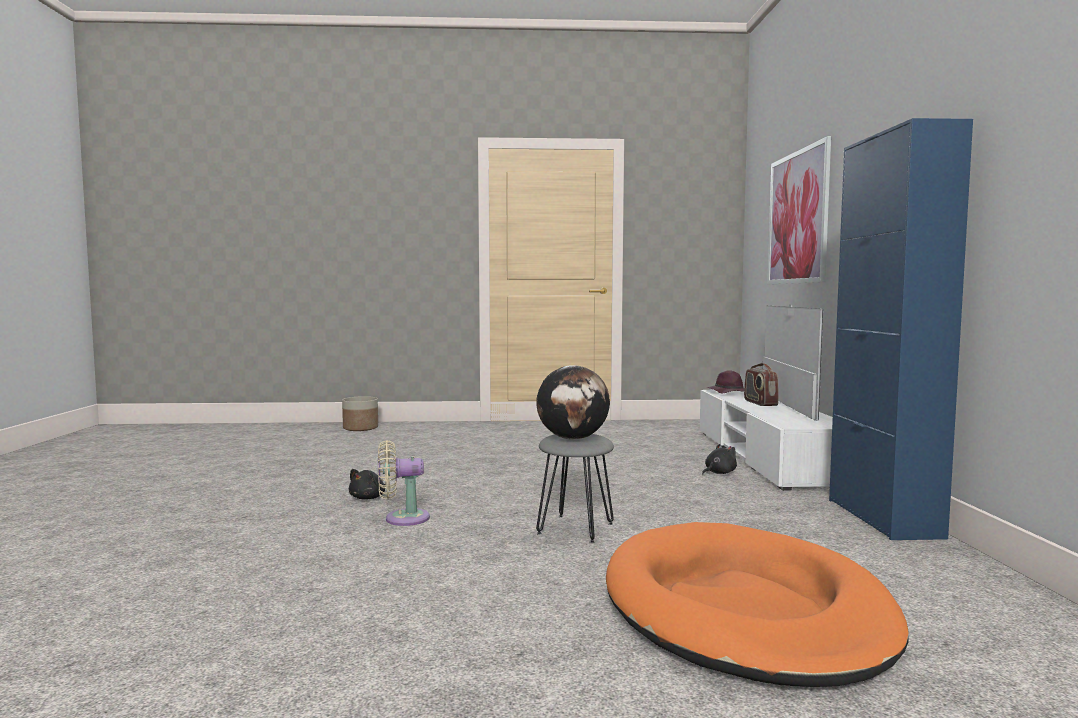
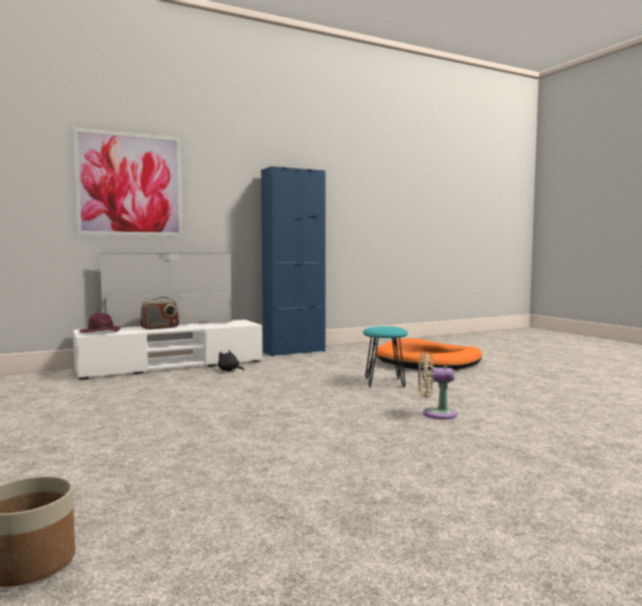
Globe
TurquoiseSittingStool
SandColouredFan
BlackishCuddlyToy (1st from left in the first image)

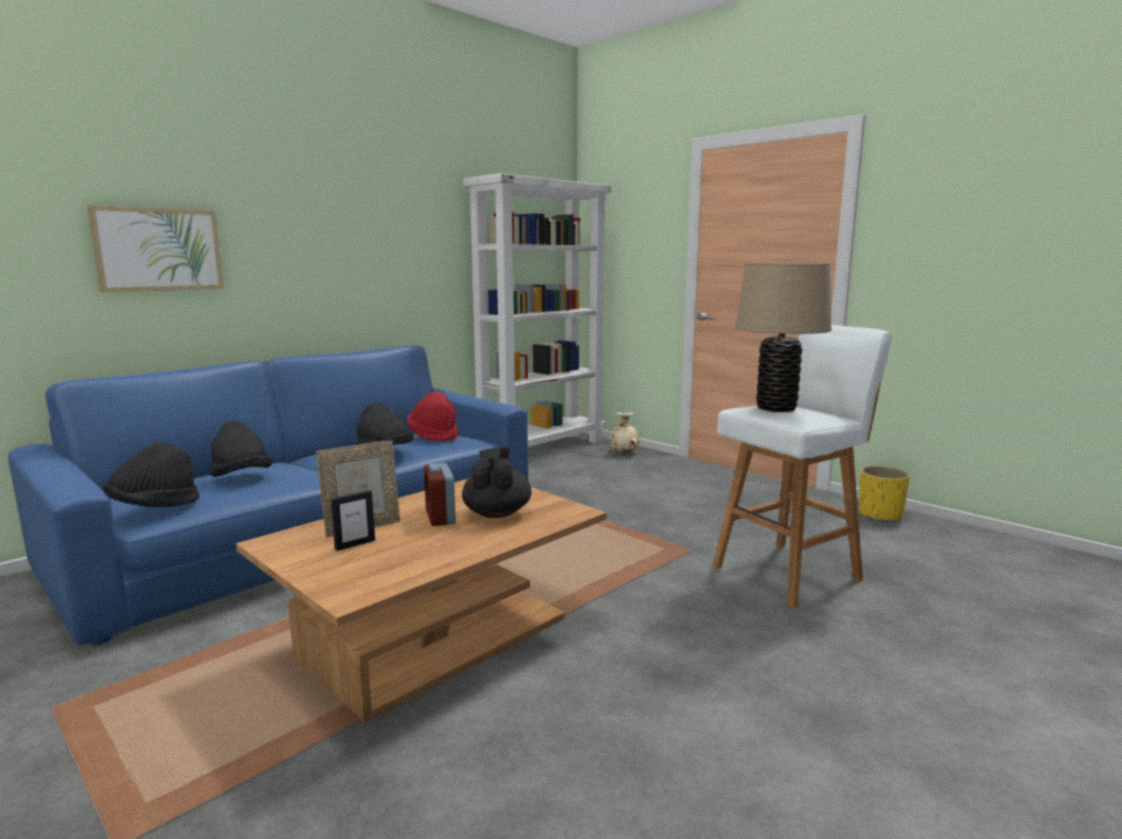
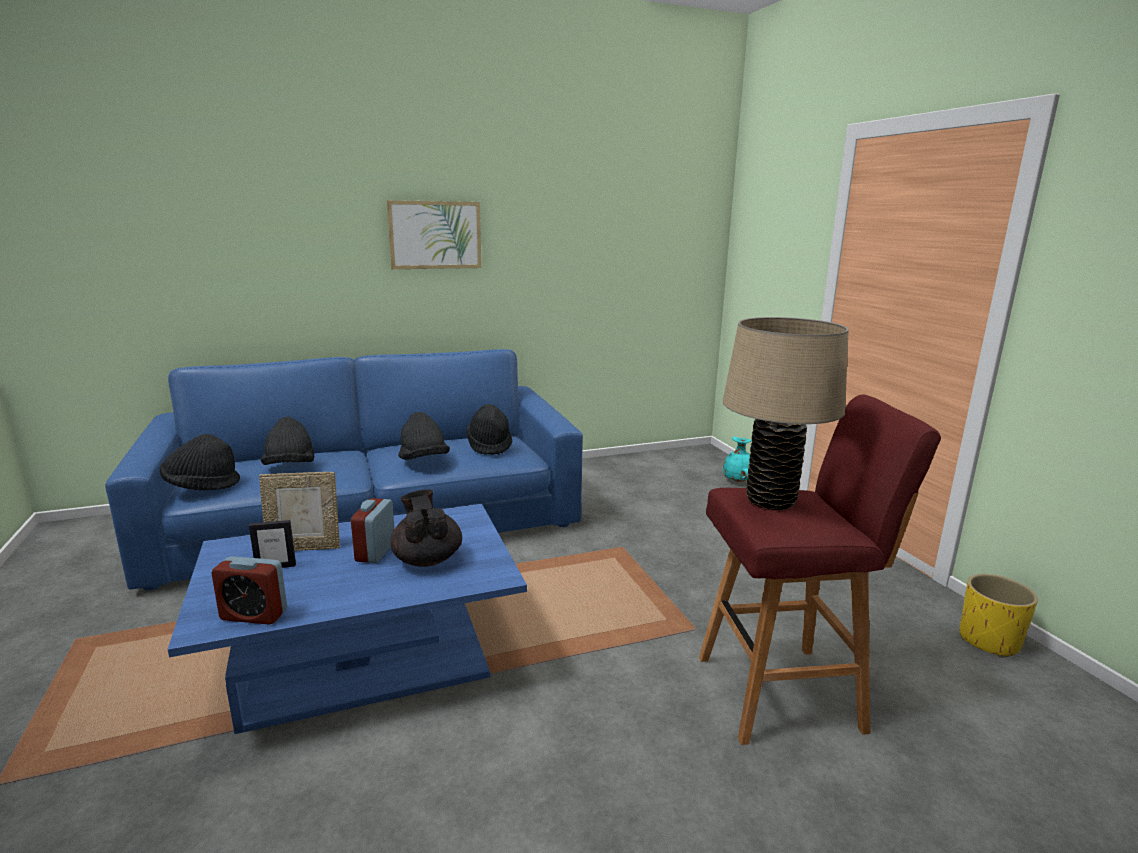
WhiteColouredBookcase
Picture
ReddishSittingStool
BlackishClothingHat (4th from left)
TurquoiseFlowerVase
BlackishTeaPot
BlueCoffeeTable
BedsideClock (1st from left)

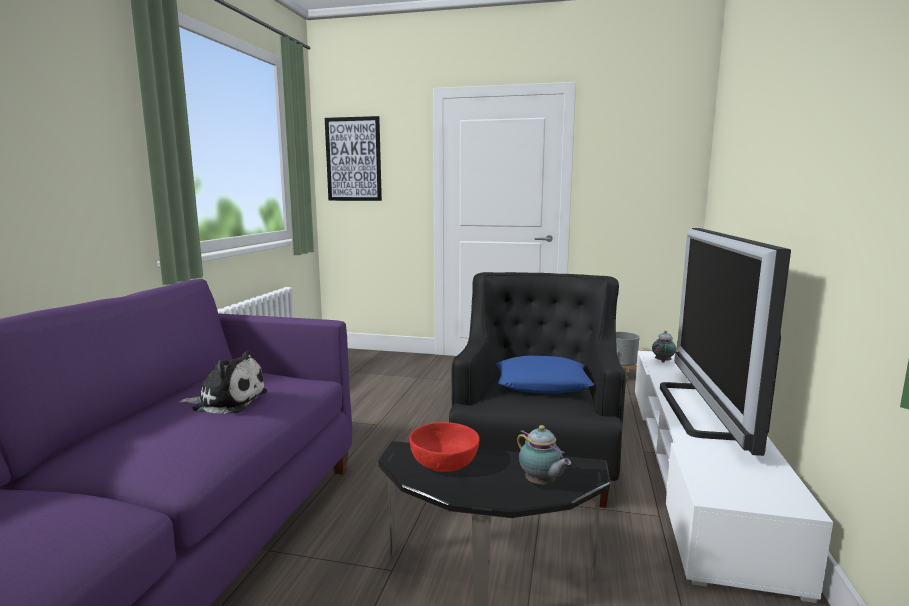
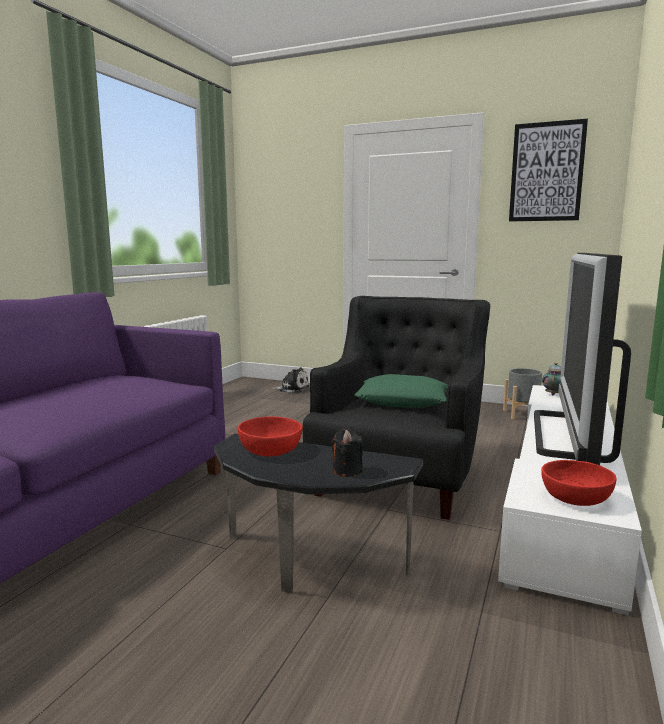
Picture
CuddlyToy
GreenishThrowPillow
BlackishWaxLight
ReddishDeepDish (2nd from left)

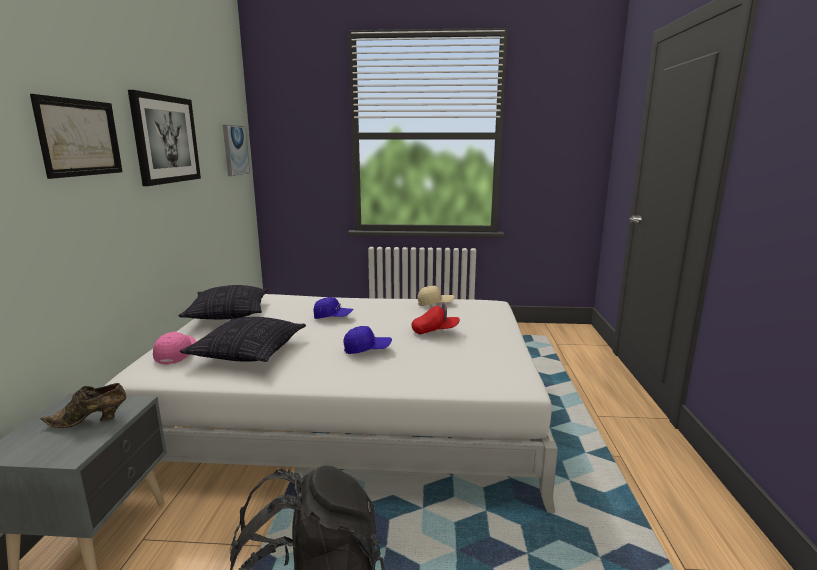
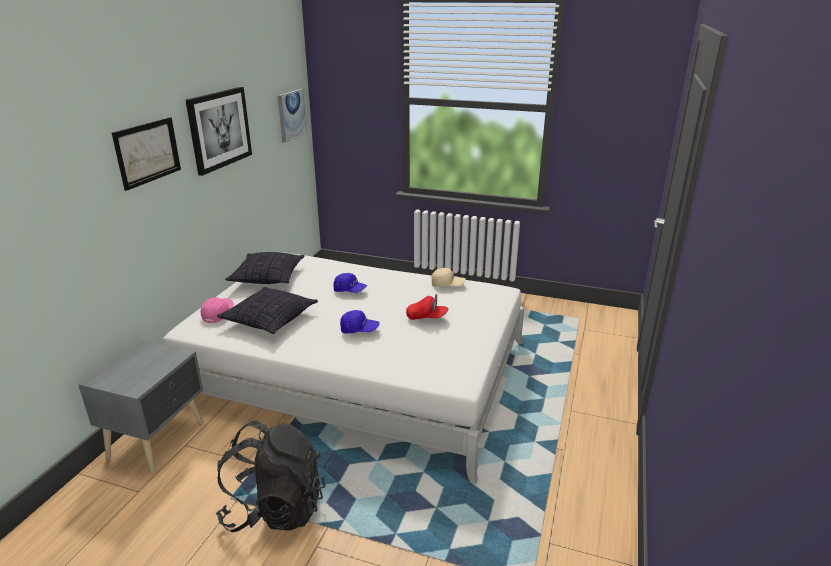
BrownColouredItemOfFootwear

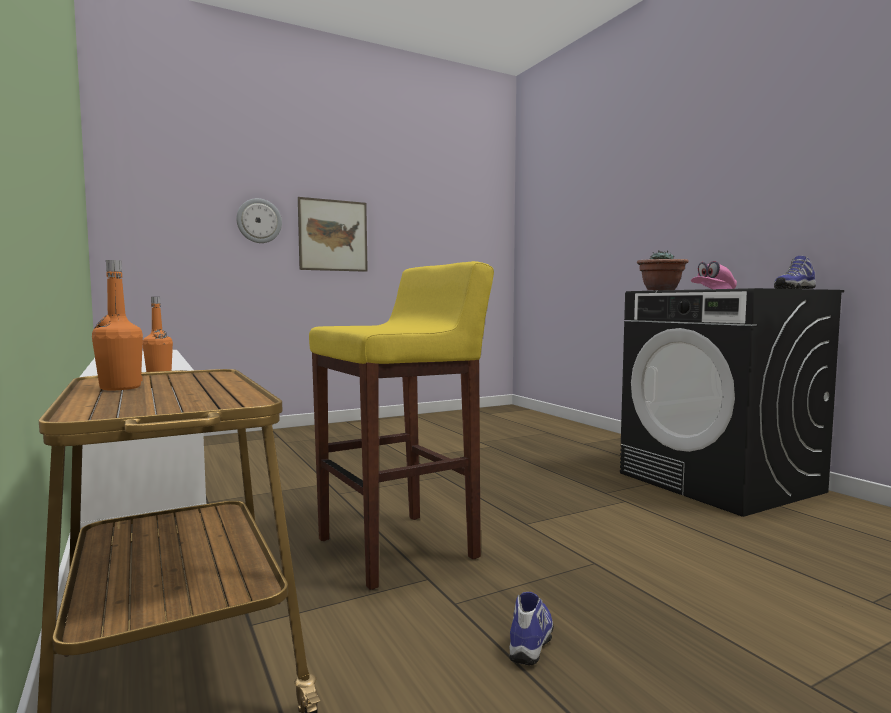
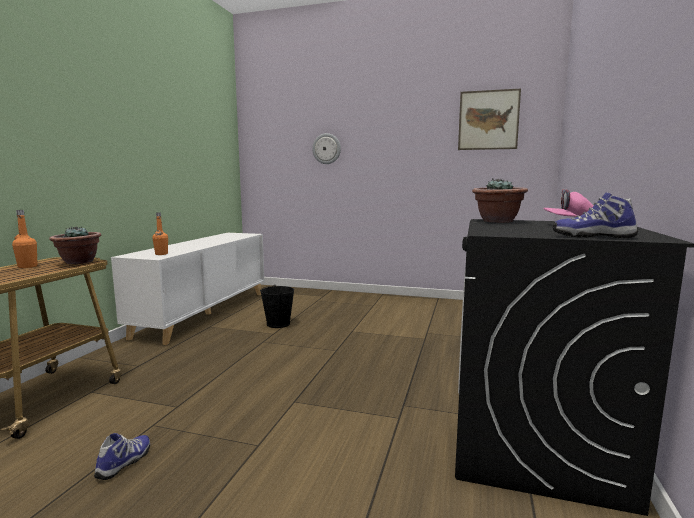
Picture
YellowishSittingStool
ItemOfFootwear (1st from left)
Houseplant (1st from left)
BlackishWaterBucket

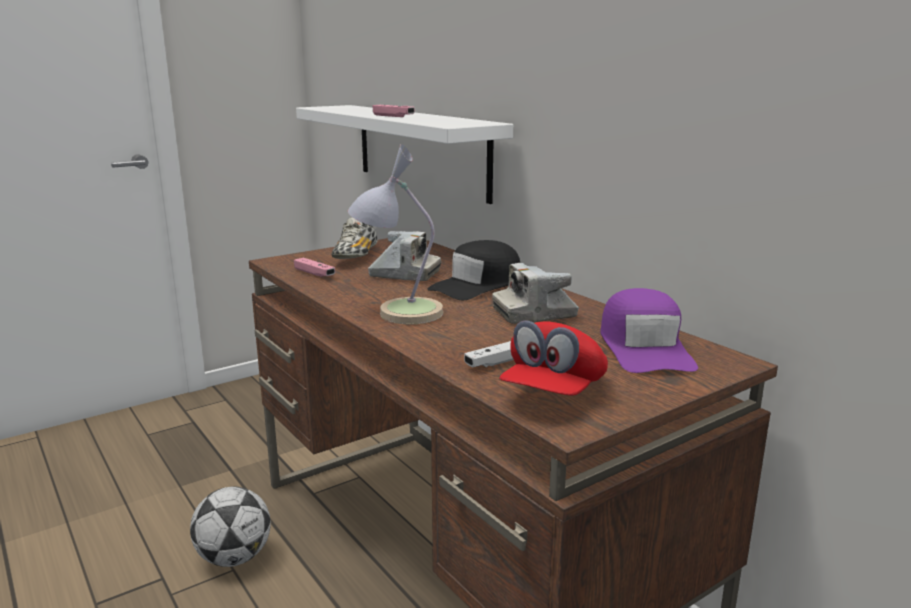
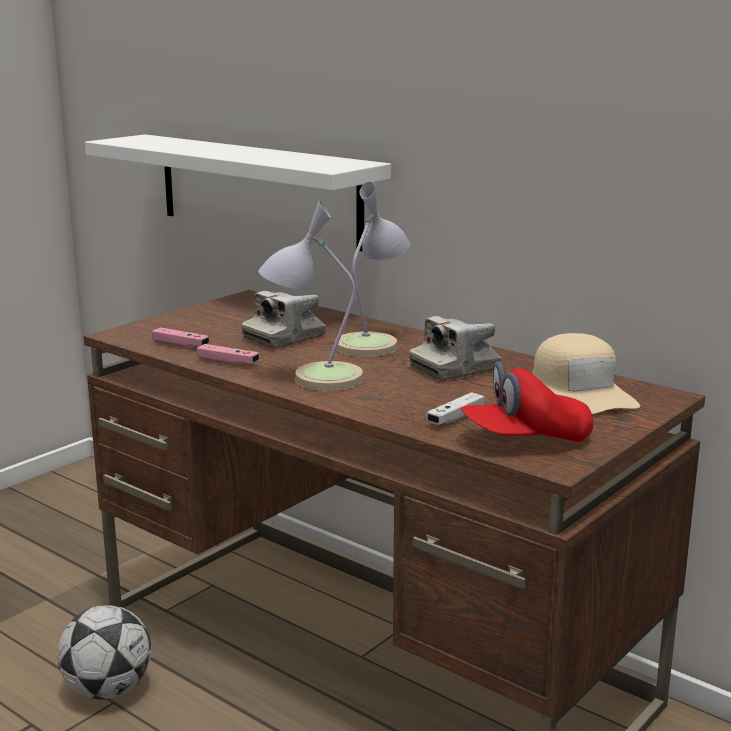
PinkishGamepad (2nd from left)
ItemOfFootwear
StillCamera (1st from left)
TableLamp (2nd from left)
SandColouredBaseballCap
ReddishBaseballCap

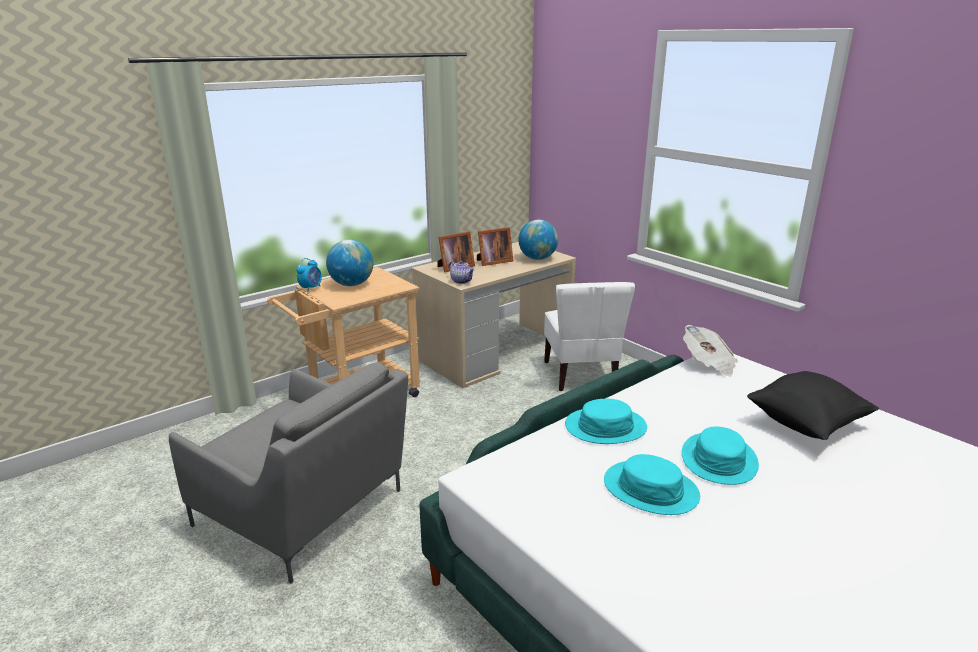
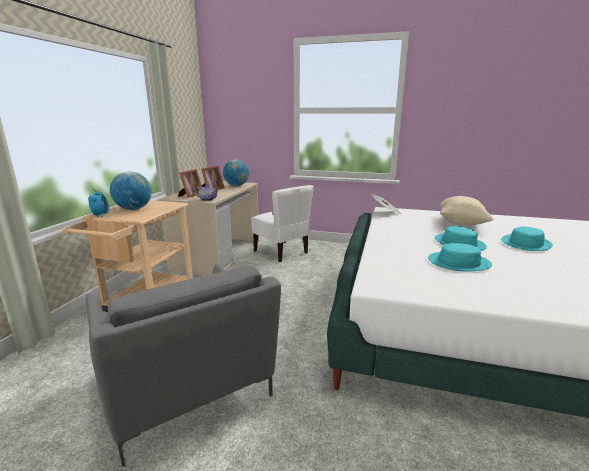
GreyishEasyChair
SandColouredThrowPillow
TurquoiseClothingHat (3rd from left)

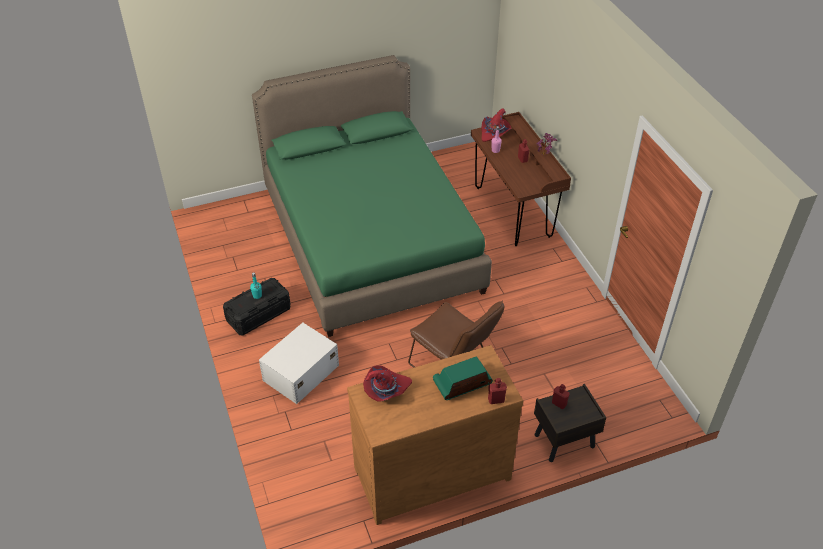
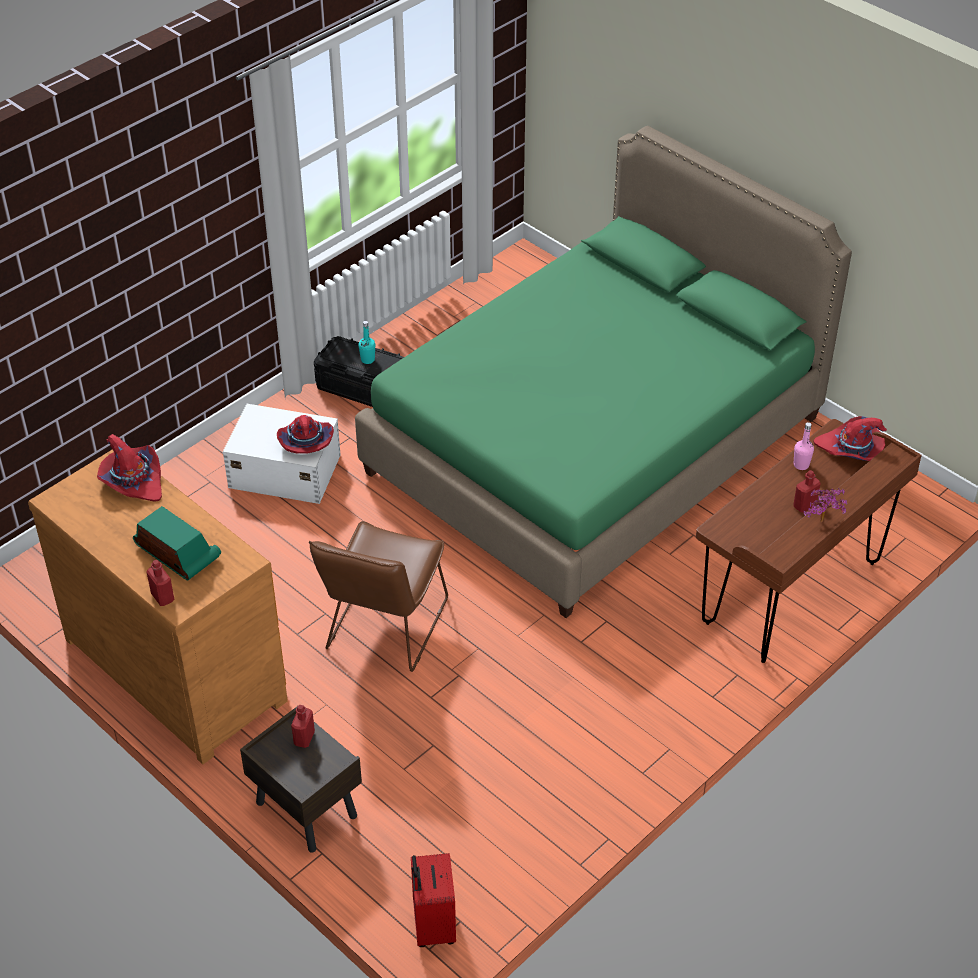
ReddishClothingHat (2nd from left)
ReddishTravelCase

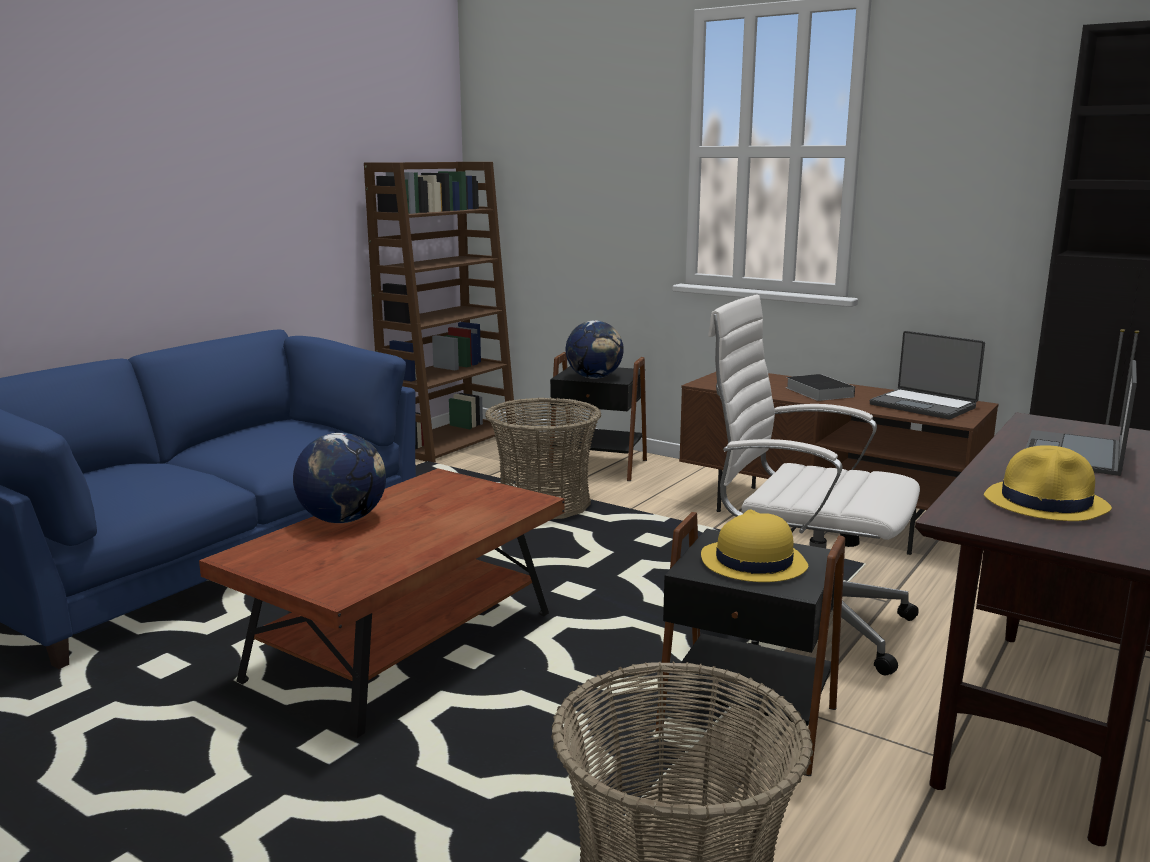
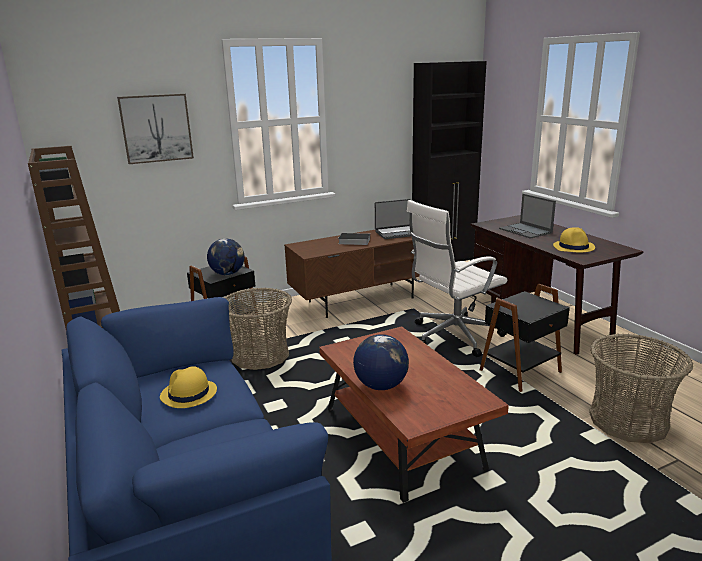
YellowishClothingHat (1st from left)
Picture

